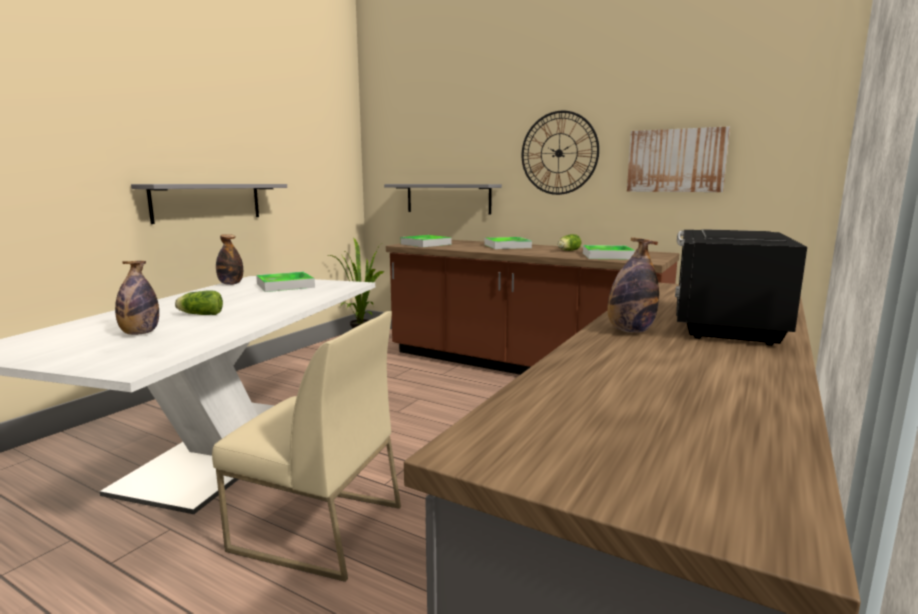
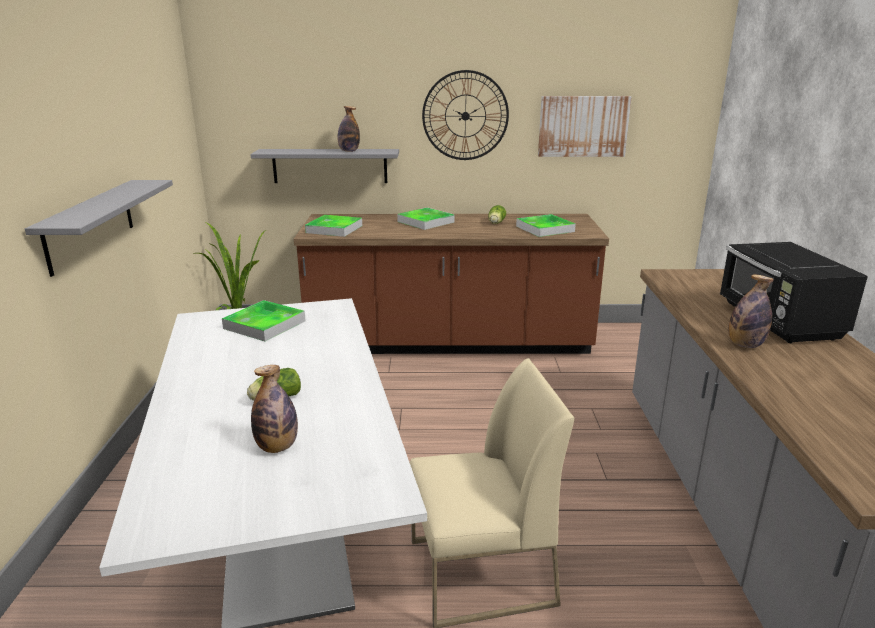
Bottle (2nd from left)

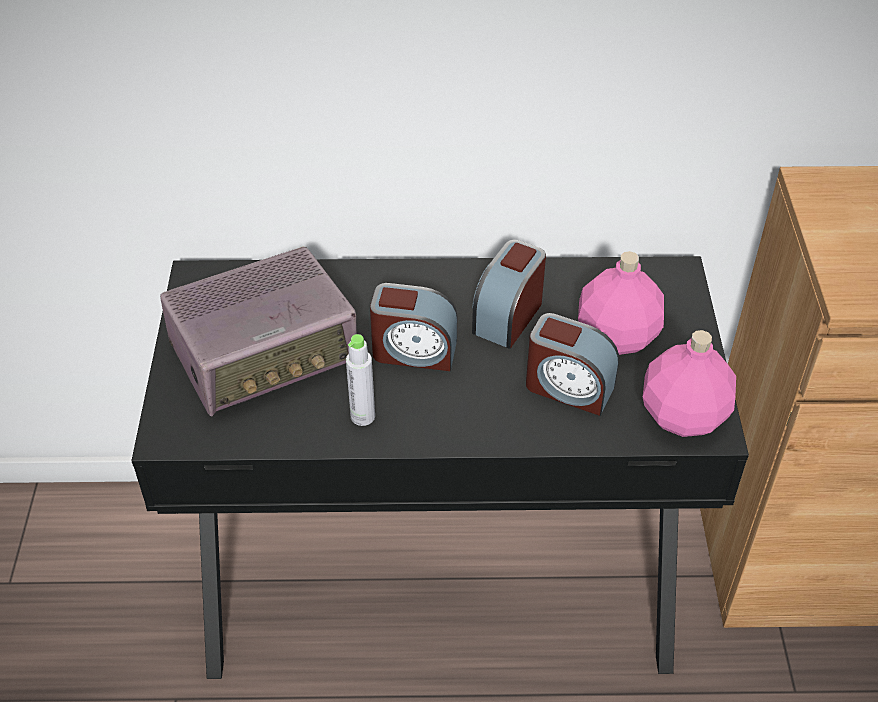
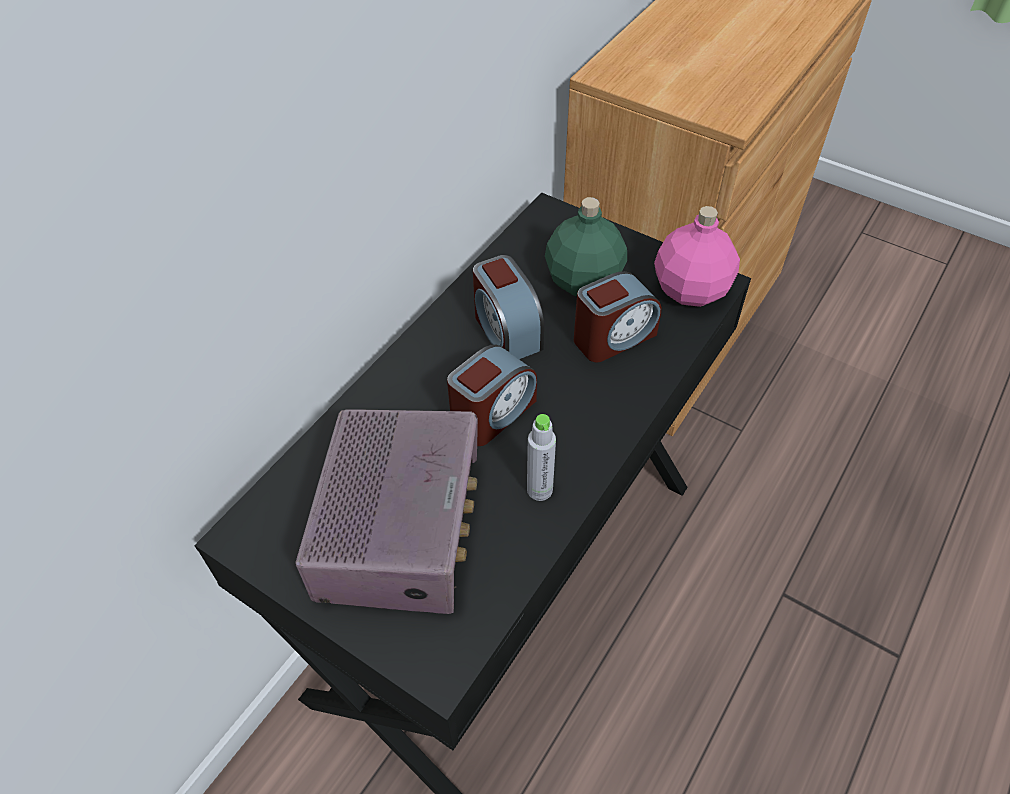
GreenishBottle

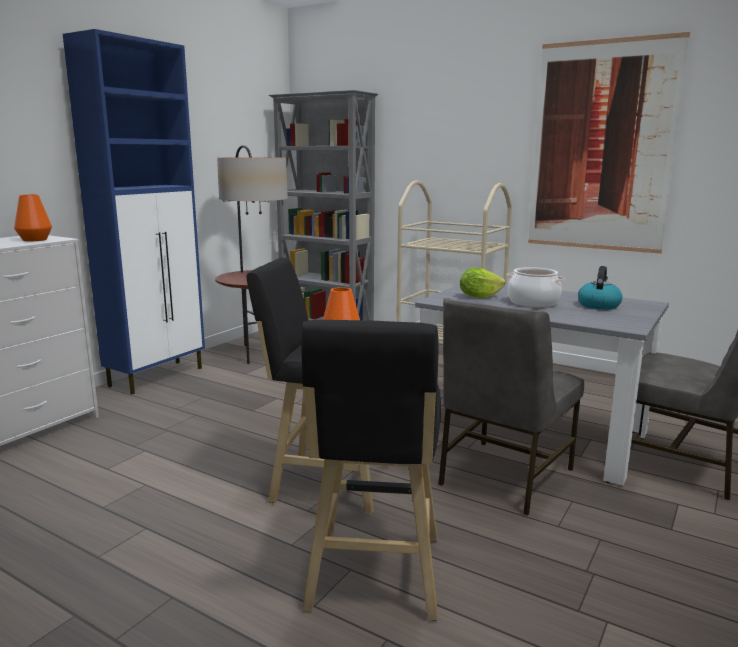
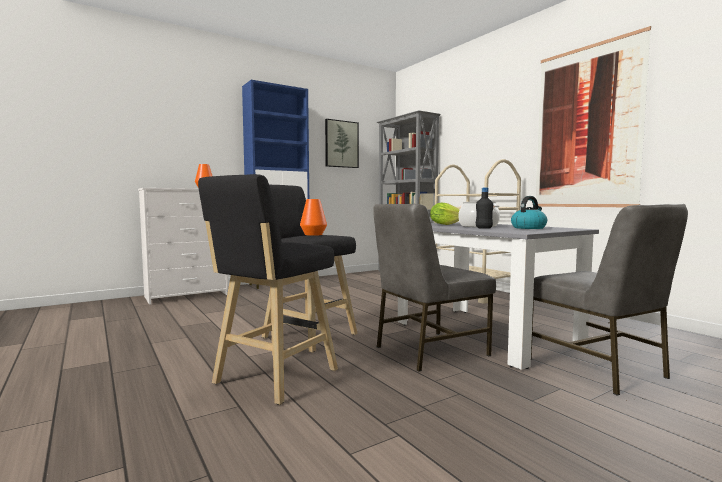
StandingLamp
Picture (1st from left)
BlackishBottle

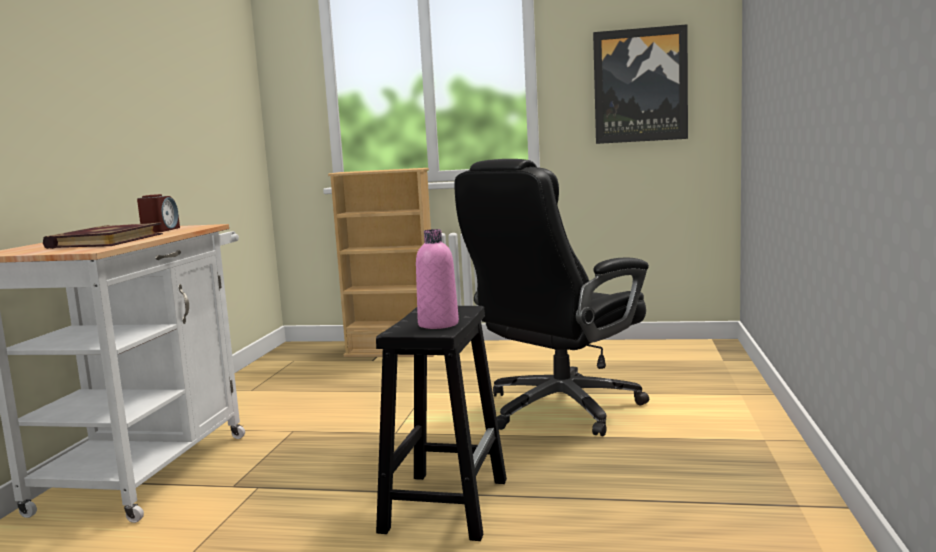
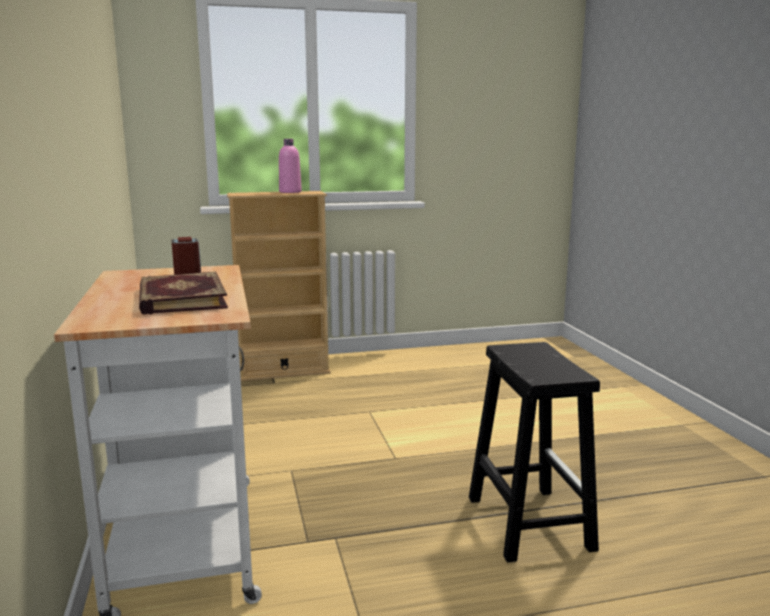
Picture
BlackishComputerChair
PinkishBottle

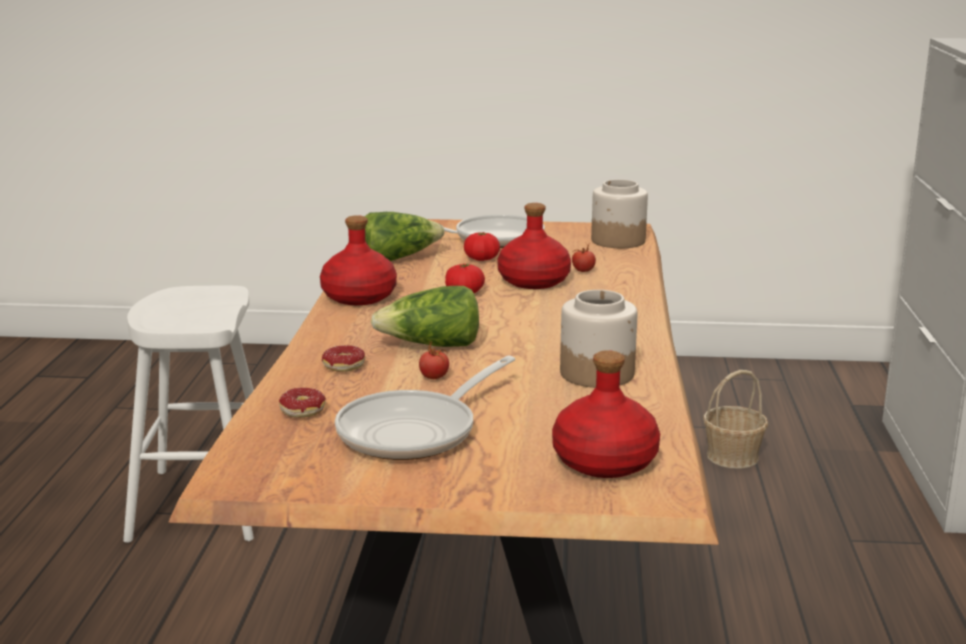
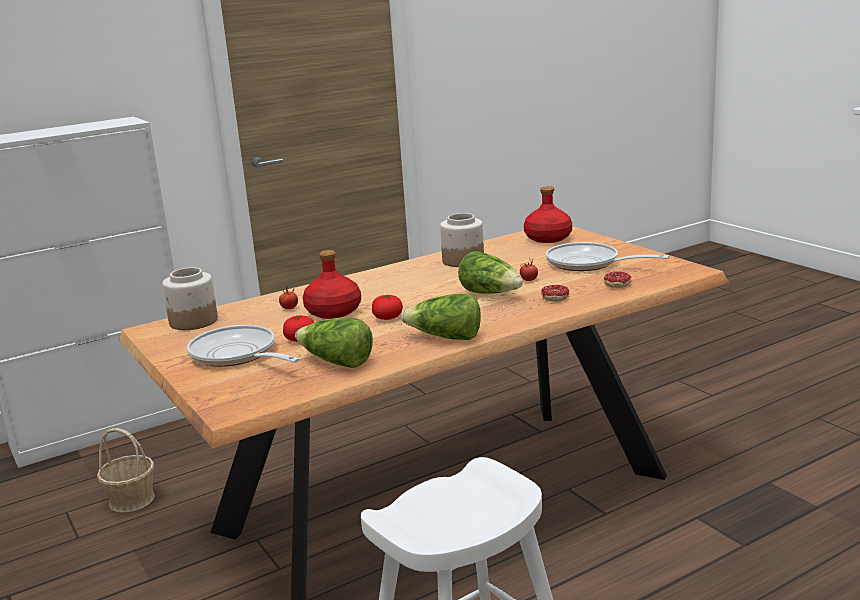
Lettuce (2nd from left)
FryingPan (2nd from left)

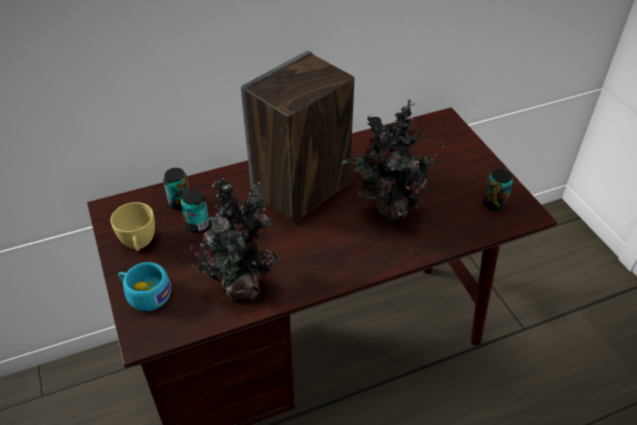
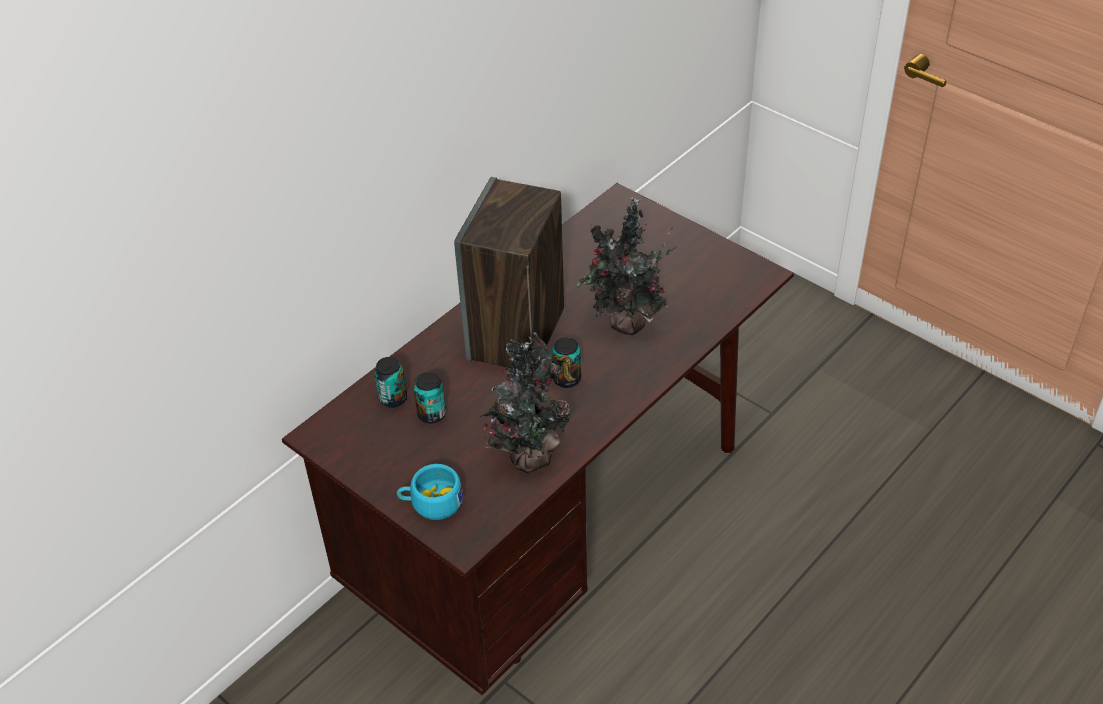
SealedCan (3rd from left)
YellowishDrinkingCup

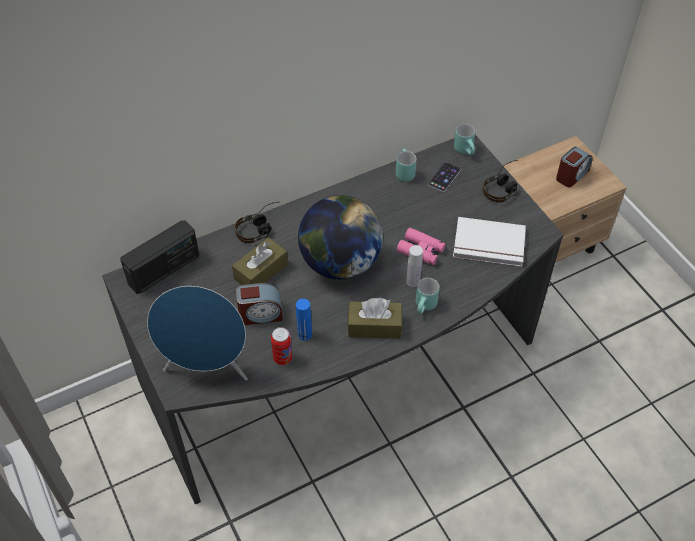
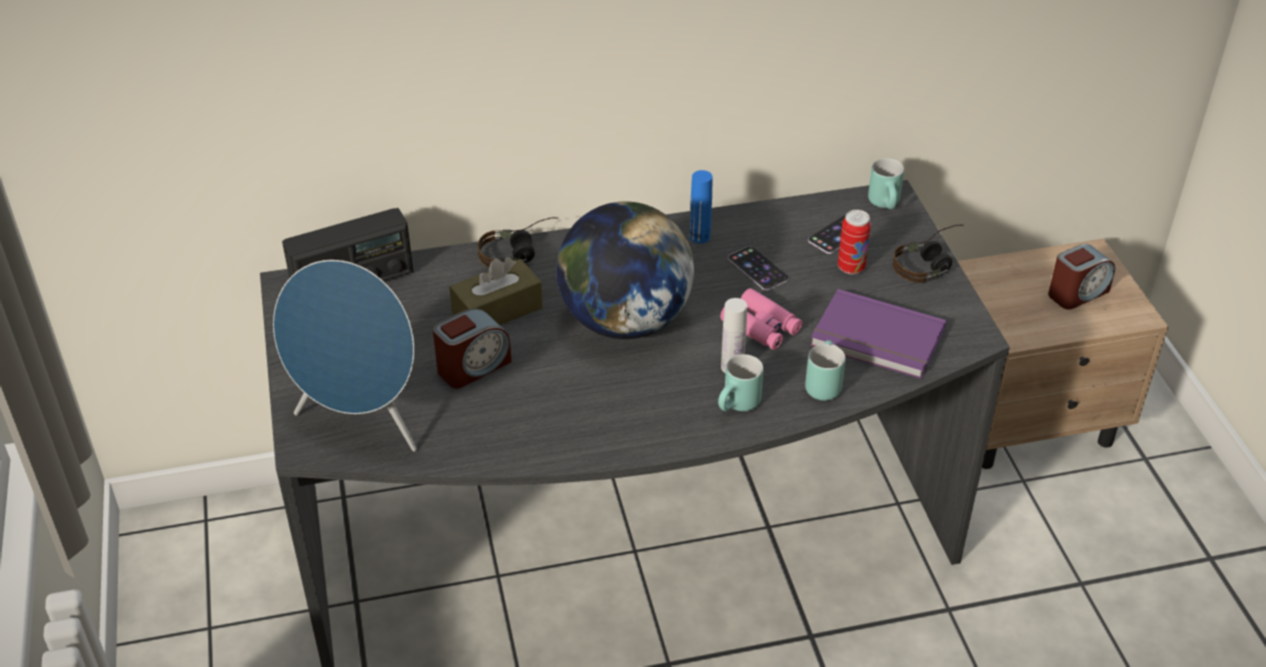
TurquoiseTeaMug (2nd from left)
PurpleColouredVolume
BedsideClock (1st from left)
BrownColouredTissueHolder (2nd from left in the first image)
BlueBottle
SealedCan
Telephone (1st from left)

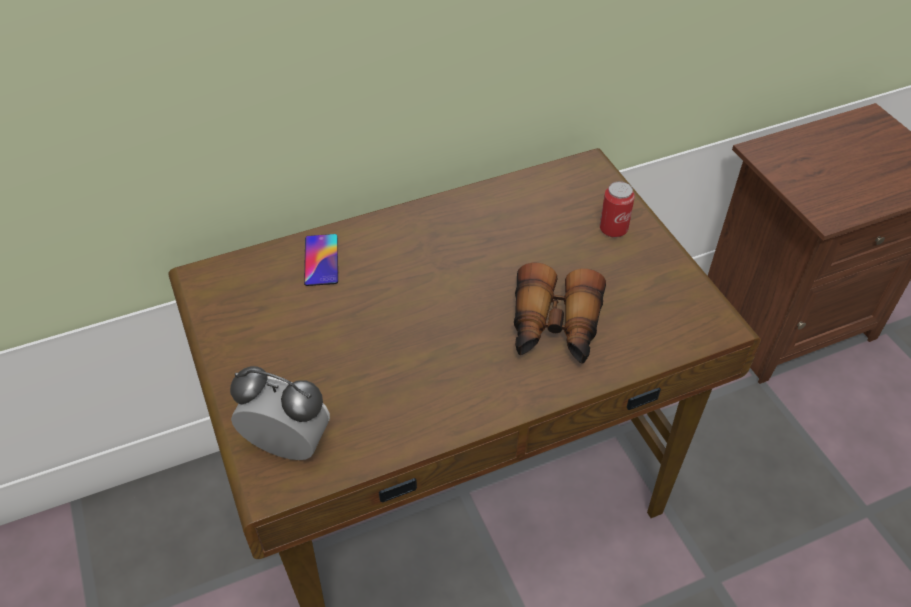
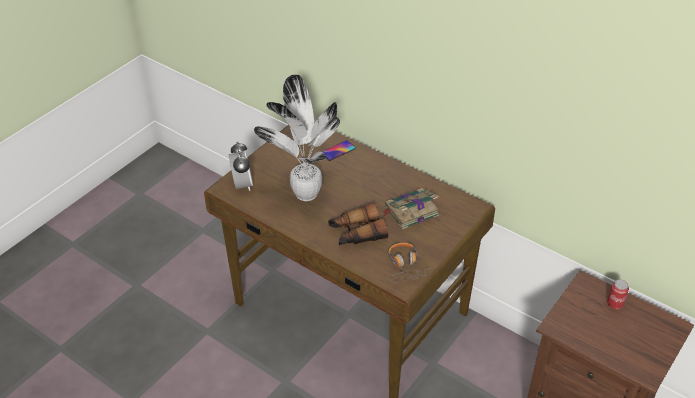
SealedCan
Houseplant
Volume
Headset

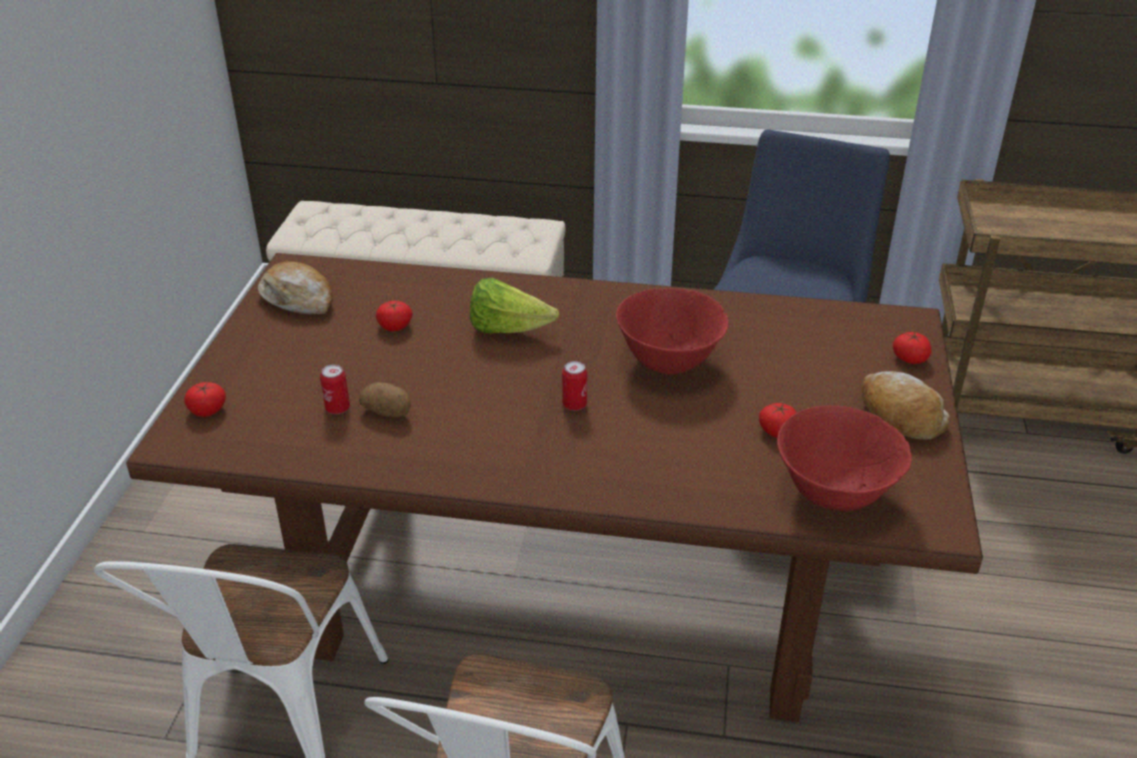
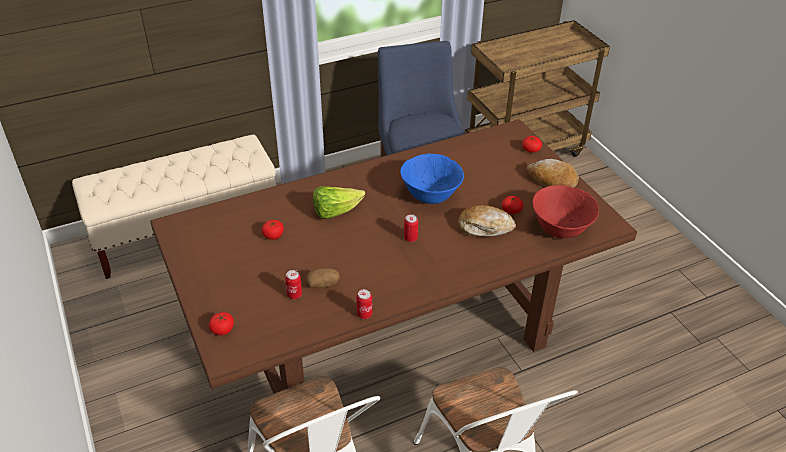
BakeryBread (1st from left)
BlueDeepDish
SealedCan (2nd from left)

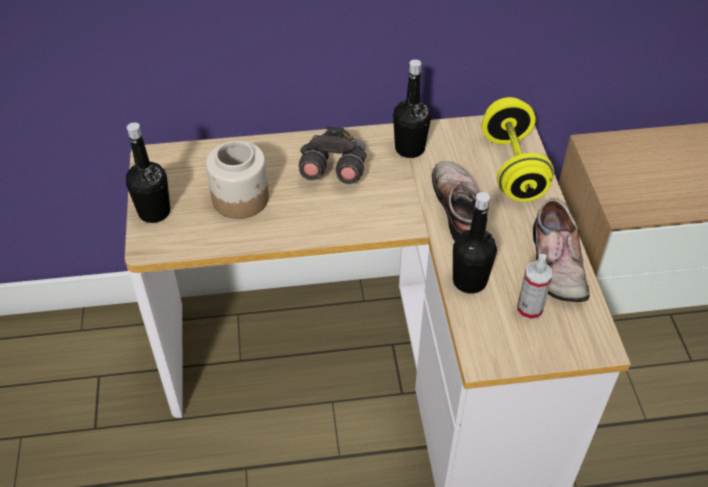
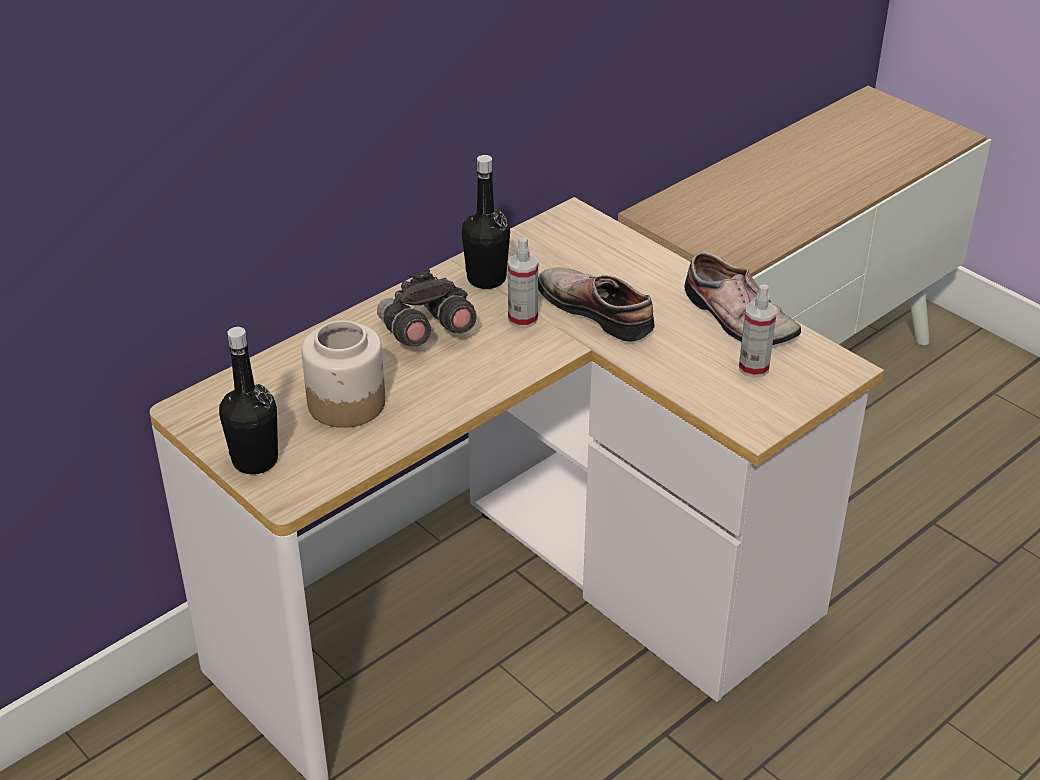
YellowishFreeWeight
BlackishBottle (3rd from left in the first image)
SprayBottle (1st from left)

